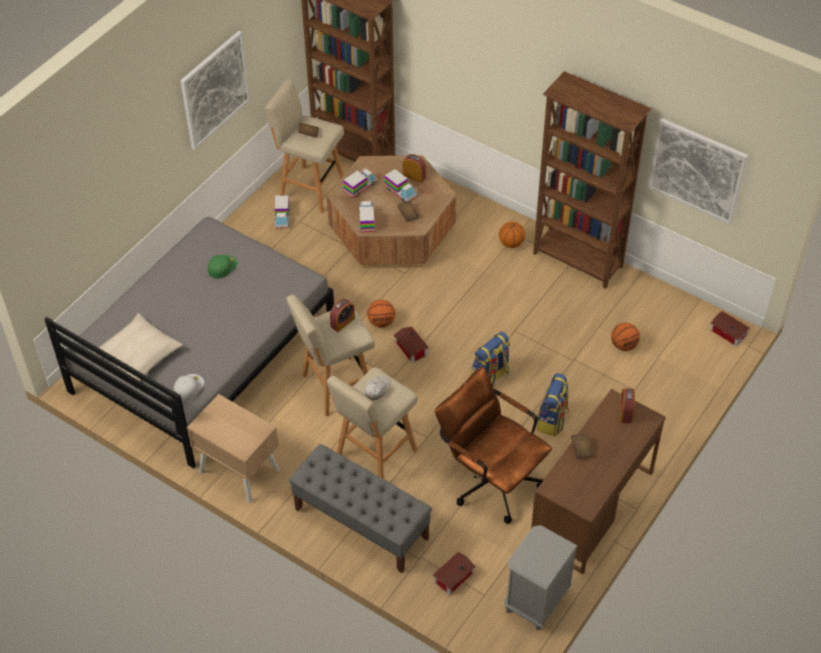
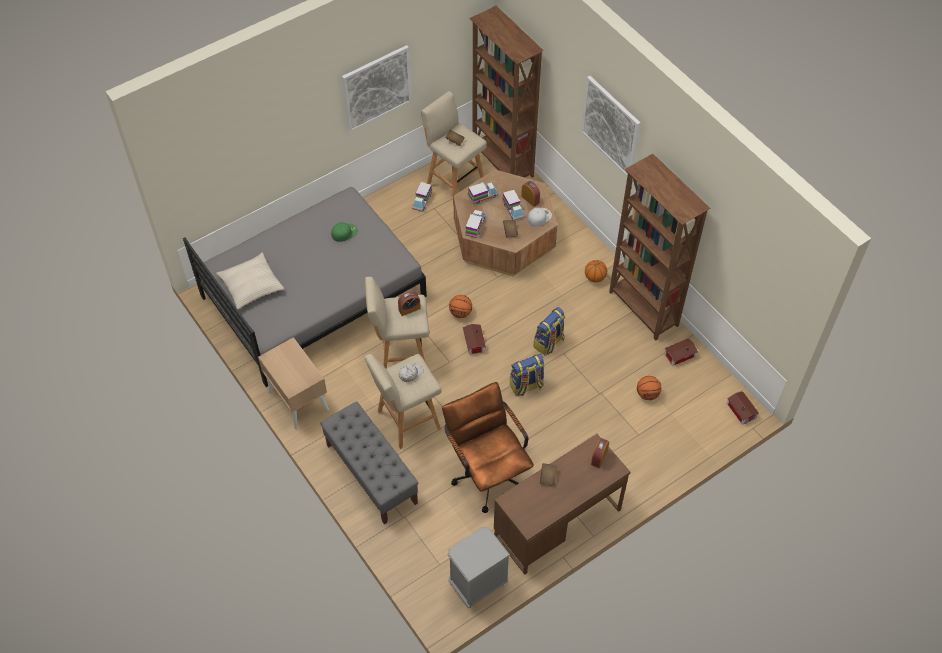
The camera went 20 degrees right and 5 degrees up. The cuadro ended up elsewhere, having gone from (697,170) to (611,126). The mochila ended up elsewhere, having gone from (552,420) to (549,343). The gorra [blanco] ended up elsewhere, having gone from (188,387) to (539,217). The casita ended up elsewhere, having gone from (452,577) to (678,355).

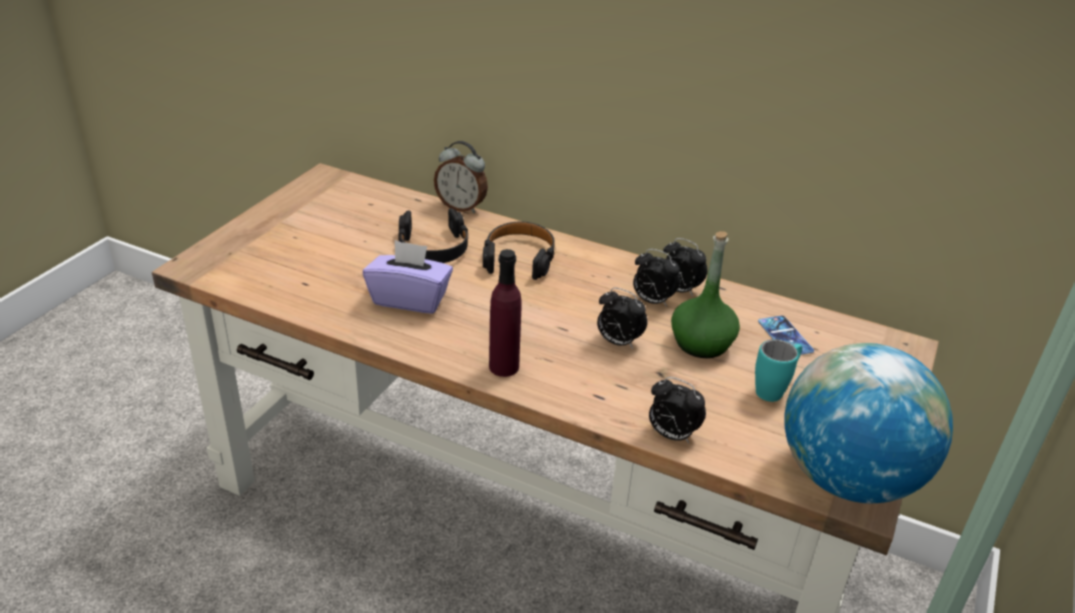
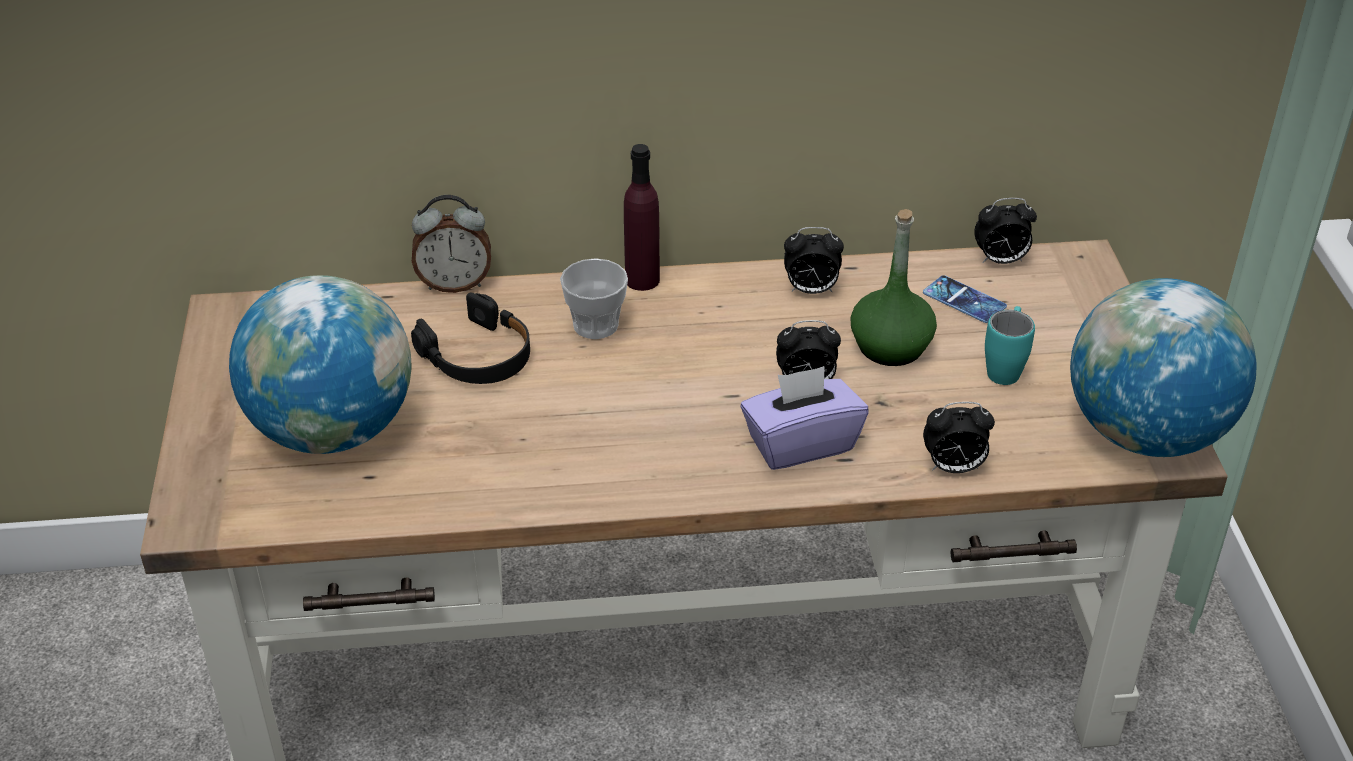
The camera went 30 degrees left and 5 degrees up. Where the auriculares [negro] stood at (519,257), the taza came to stand at (595,325). The caja de pañuelos [morado] ended up elsewhere, having gone from (410,299) to (800,443). The botella [morado] ended up elsewhere, having gone from (504,367) to (642,280). The despertador ended up elsewhere, having gone from (652,301) to (1000,260). The second view gained the globo terráqueo at (333,430).

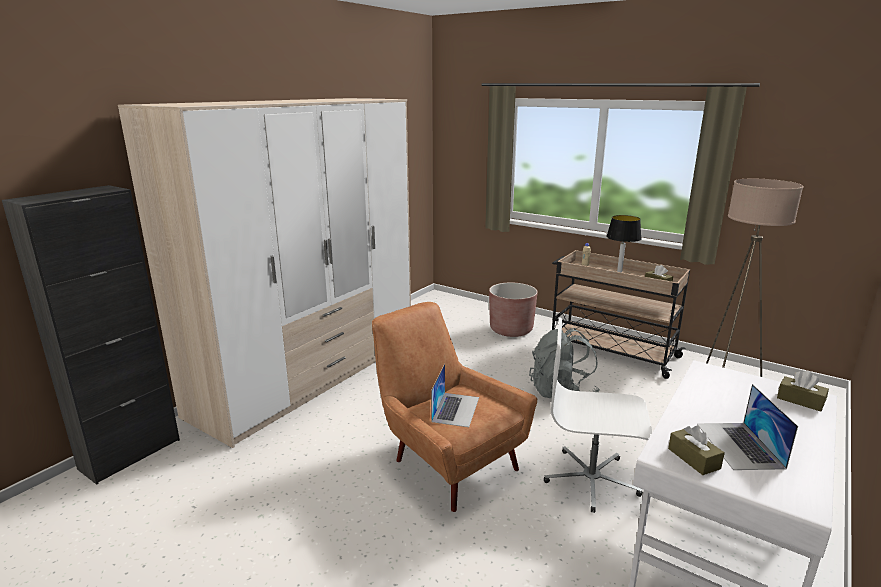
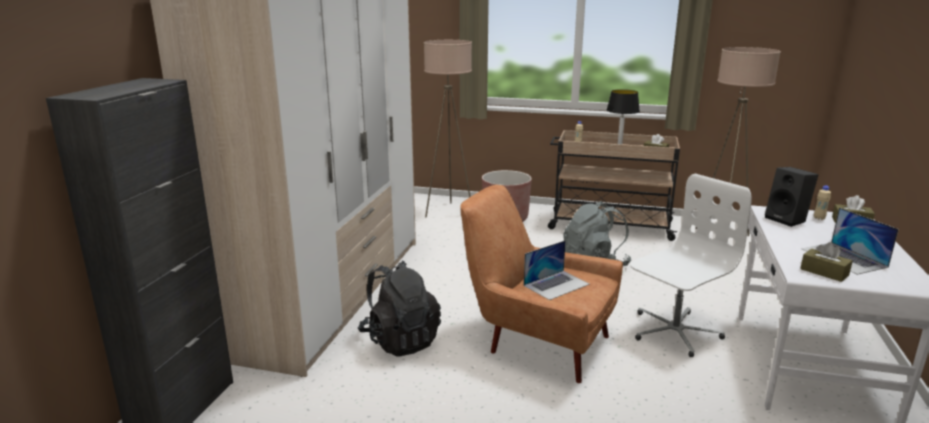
The camera went 20 degrees left and 0 degrees up. The silla de oficina [blanco] at (591,480) ended up facing another way, 150 degrees clockwise from before. The portátil at (455,409) ended up facing another way, 60 degrees clockwise from before. The second view gained the lámpara de pie [beis] at (449,212). The second view gained the altavoz [negro] at (787,219). The second view gained the botella [beis] at (819,218). The second view gained the mochila [negro] at (400,340).

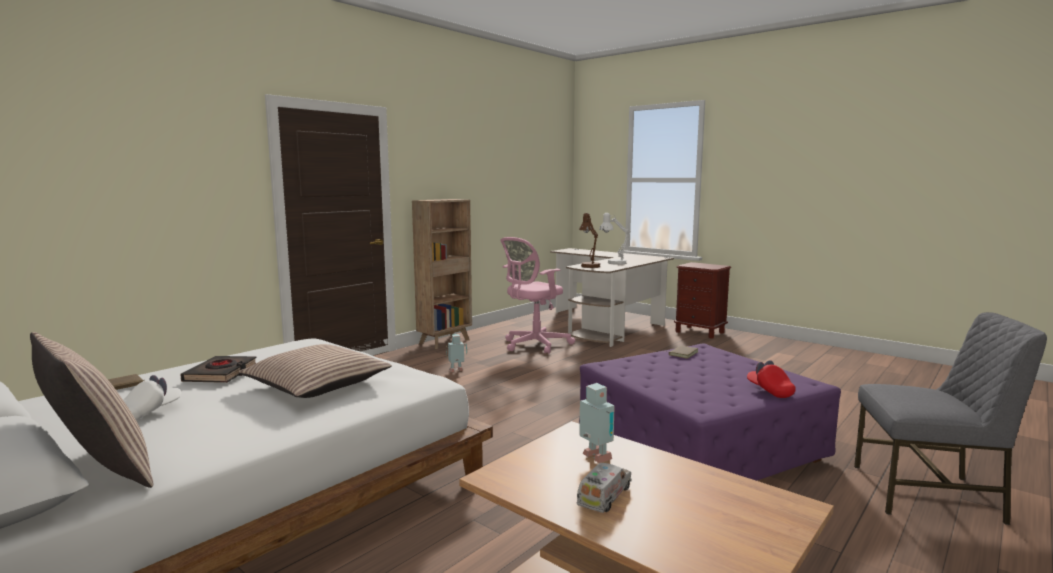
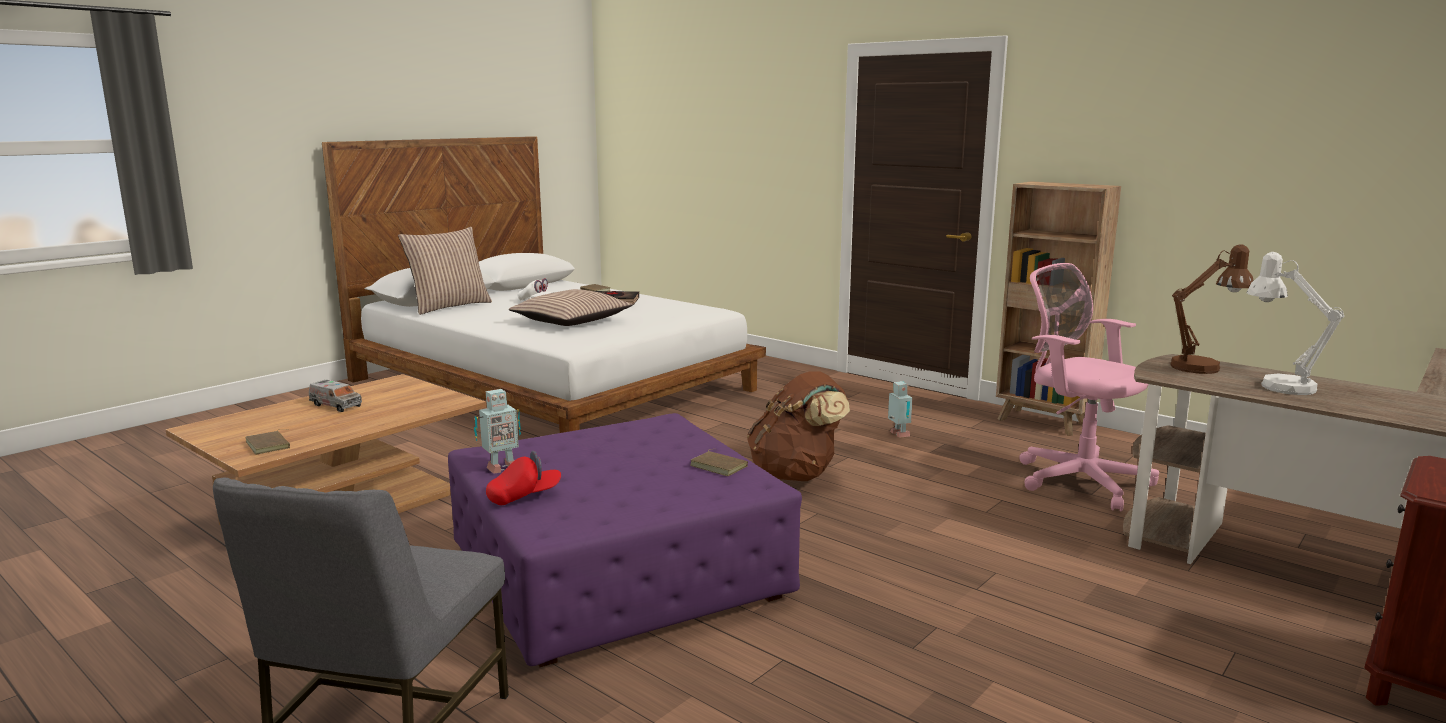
The camera went 90 degrees right and 5 degrees up. The robot de juguete ended up elsewhere, having gone from (596,458) to (500,468). The second view gained the mochila [marrón] at (797,474). The second view gained the libro [marrón] at (270,445).

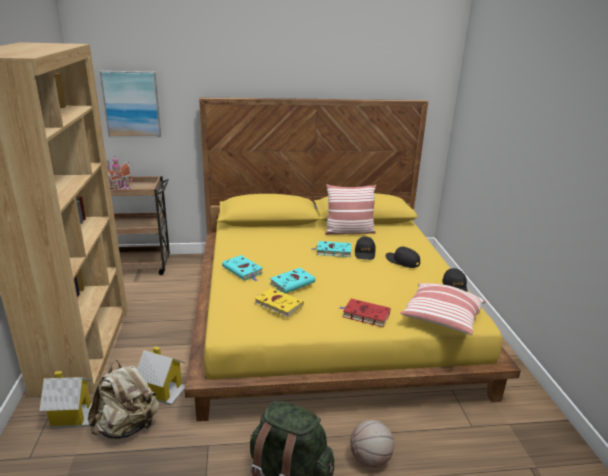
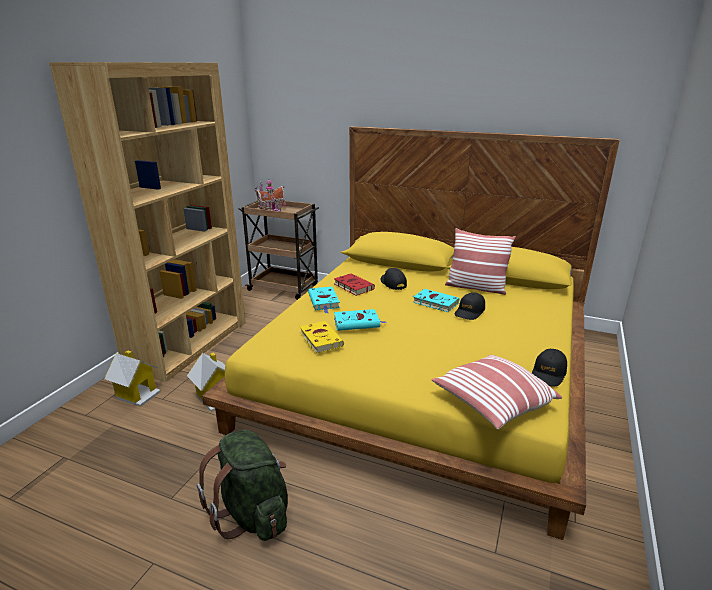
The camera went 30 degrees right and 0 degrees up. The second view lost the cuadro at (132,104). The gorra [negro] ended up elsewhere, having gone from (402,261) to (393,283). The libro [rojo] ended up elsewhere, having gone from (364,315) to (352,286). The second view lost the mochila [beis] at (127,426). The second view lost the balón de baloncesto at (370,459).

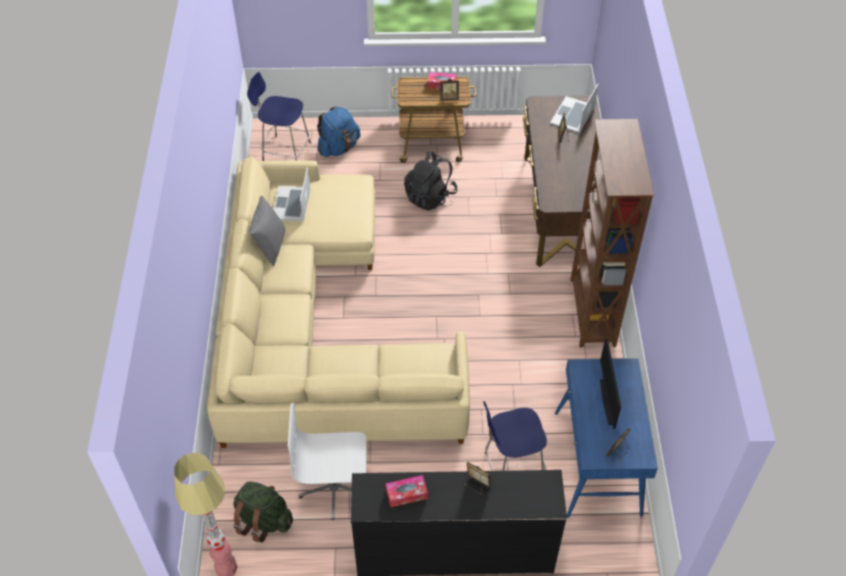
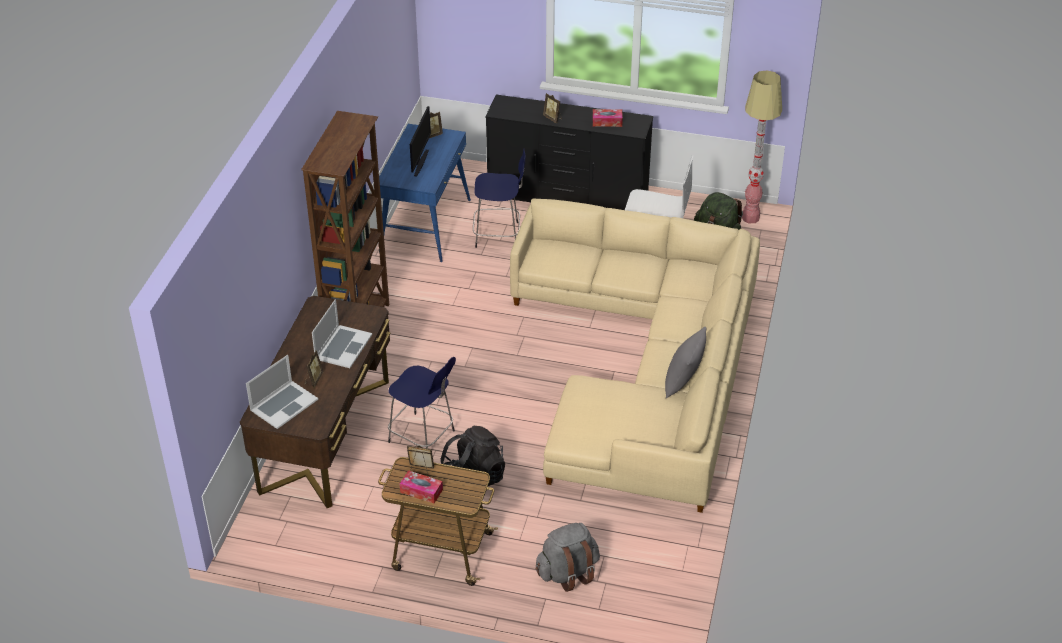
The camera went 165 degrees left and 10 degrees down. The taburete [azul] ended up elsewhere, having gone from (284,151) to (423,437). What was the mochila [azul] at (339,147) turned into the mochila [gris] at (568,572). The portátil ended up elsewhere, having gone from (291,204) to (343,346).

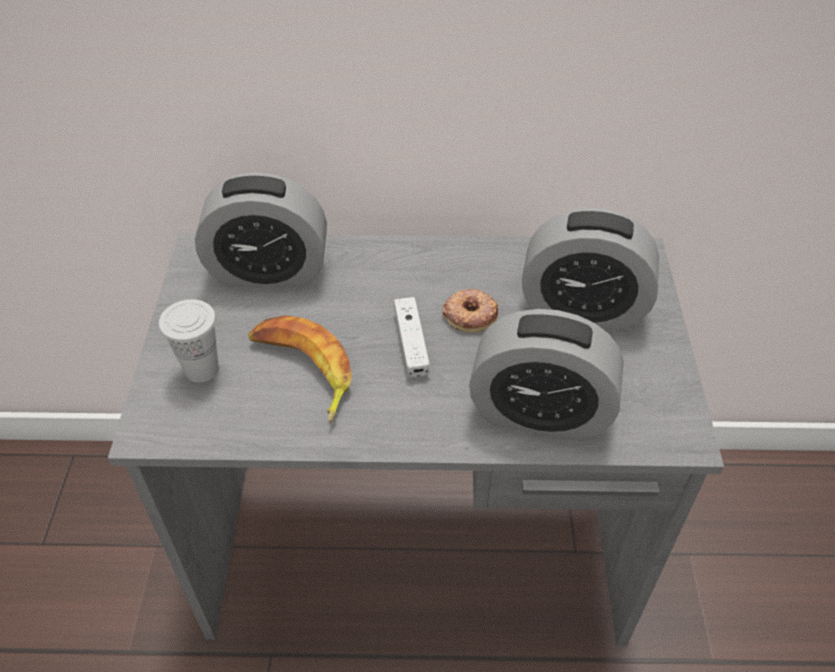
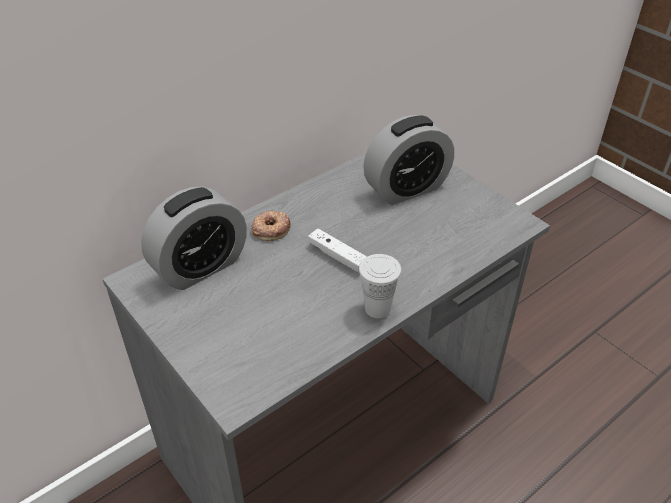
The camera went 40 degrees left and 5 degrees down. The rosquilla ended up elsewhere, having gone from (470,314) to (270,229). The taza [blanco] ended up elsewhere, having gone from (201,369) to (377,308). The second view lost the despertador at (540,413). The second view lost the plátano at (302,370).

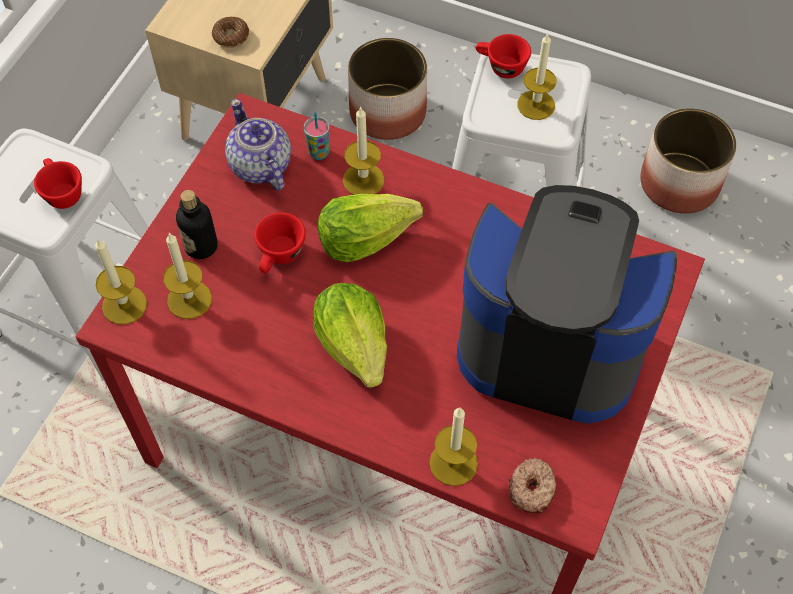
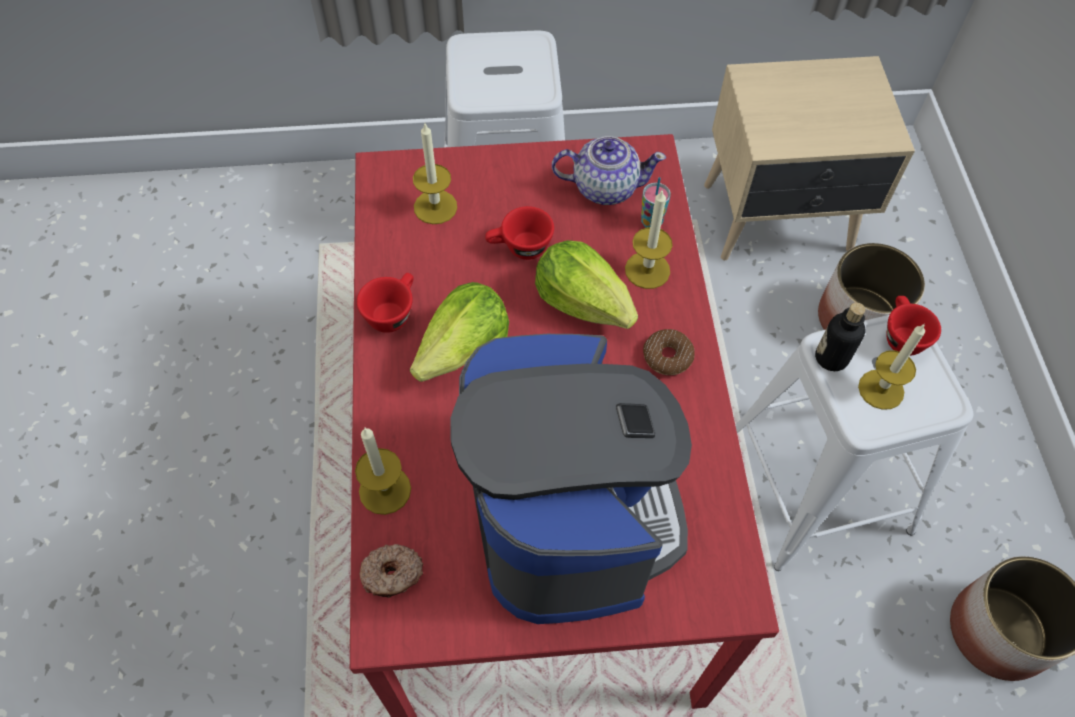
The camera went 60 degrees right and 0 degrees up. The rosquilla ended up elsewhere, having gone from (231,36) to (667,356). The tetera at (260,166) ended up facing another way, 60 degrees clockwise from before. The taza [rojo] ended up elsewhere, having gone from (61,192) to (392,312). The botella ended up elsewhere, having gone from (201,246) to (831,357). The second view lost the vela at (124,305).

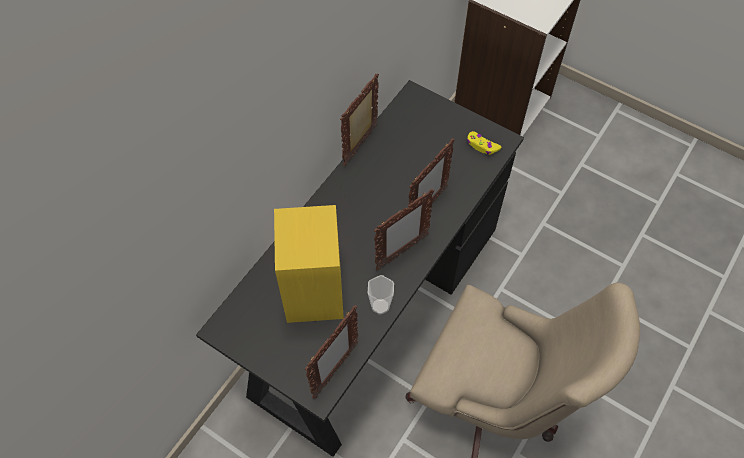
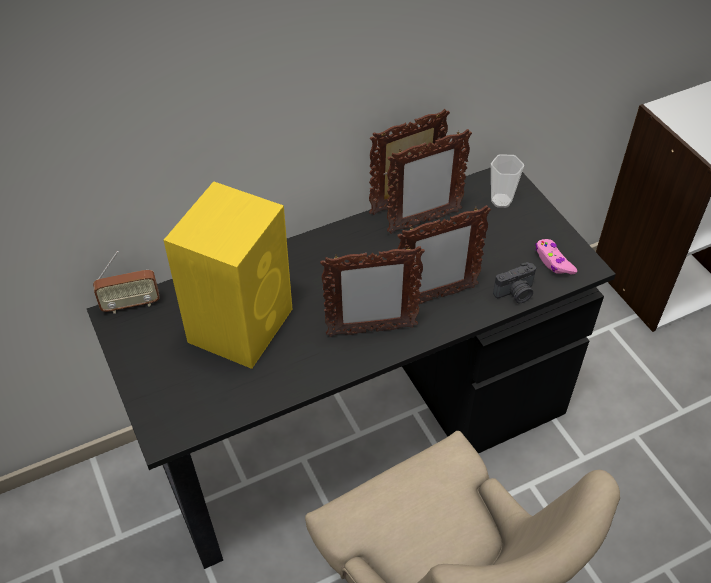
The camera went 30 degrees right and 10 degrees down. What was the mando de consola [amarillo] at (482,146) turned into the mando de consola [rosa] at (553,261). The taza ended up elsewhere, having gone from (380,306) to (501,201). The portarretratos ended up elsewhere, having gone from (335,371) to (423,222). The second view gained the radio at (131,304). The second view gained the cámara at (516,293).

